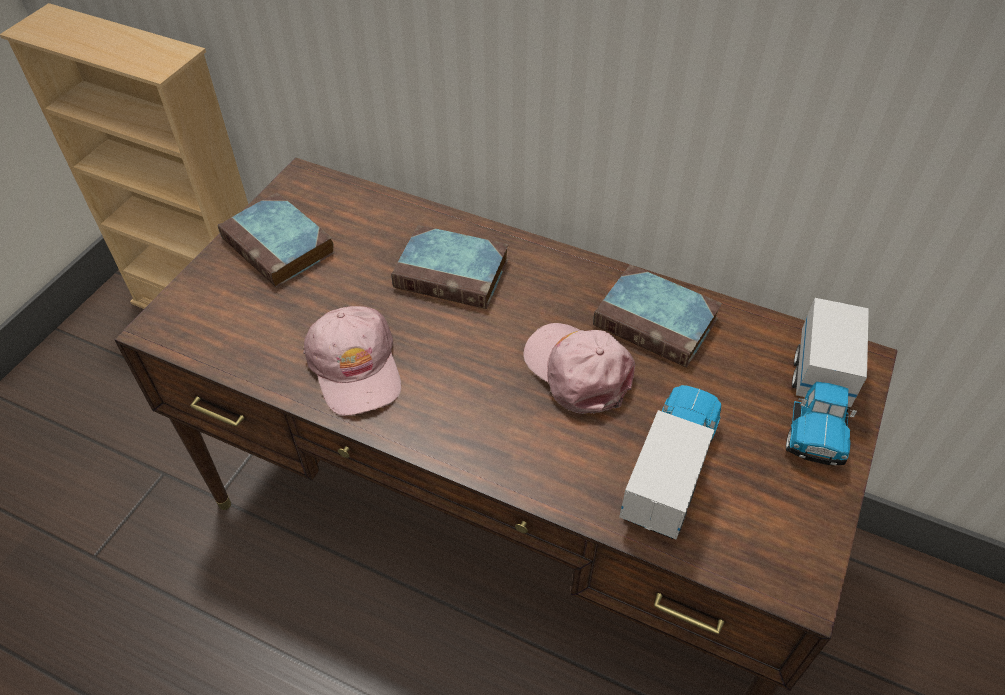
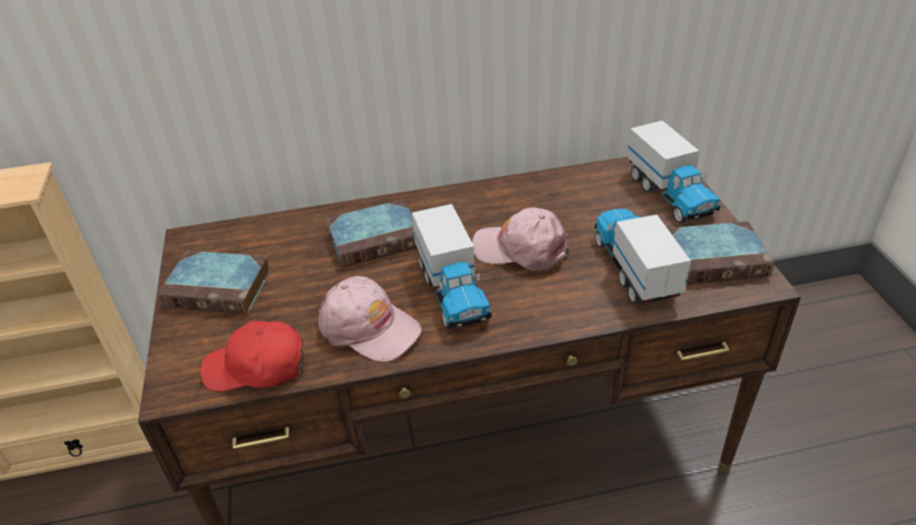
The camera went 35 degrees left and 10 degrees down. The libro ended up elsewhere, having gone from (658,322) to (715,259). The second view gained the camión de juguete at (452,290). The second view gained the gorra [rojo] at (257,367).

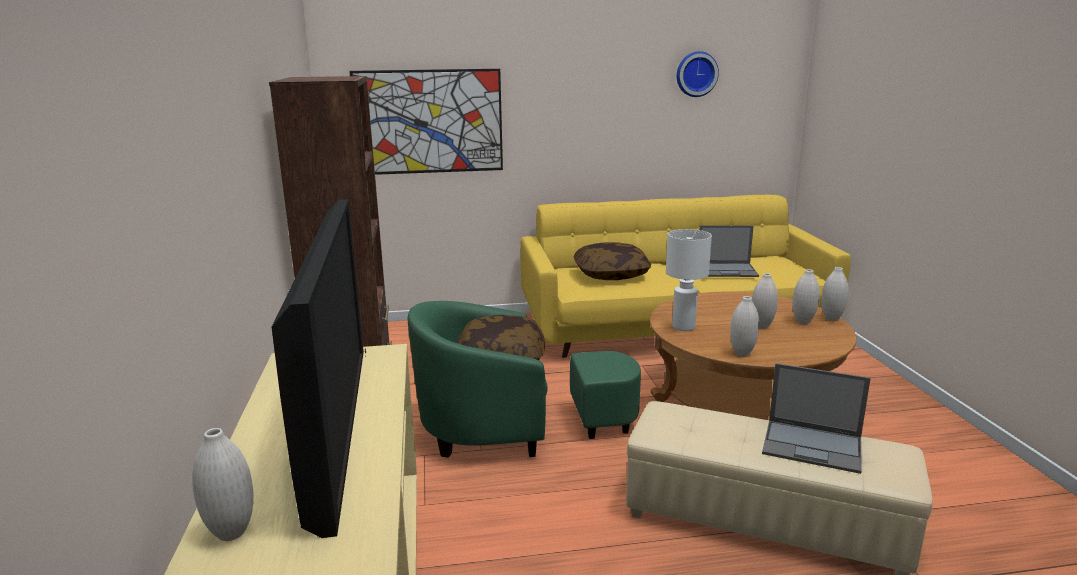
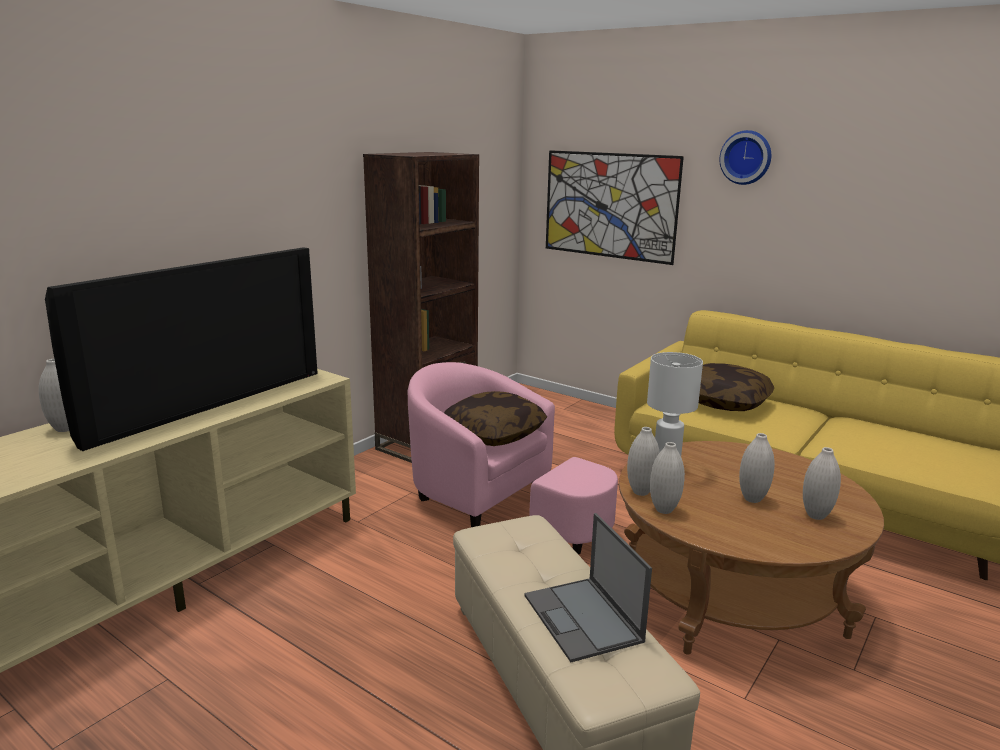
The camera went 45 degrees right and 0 degrees up. The reloj de pared ended up elsewhere, having gone from (696,74) to (746,157). The second view lost the portátil at (727,270). The florero [blanco] ended up elsewhere, having gone from (831,318) to (641,492). What was the sillón [verde] at (513,428) turned into the sillón [rosa] at (497,505).

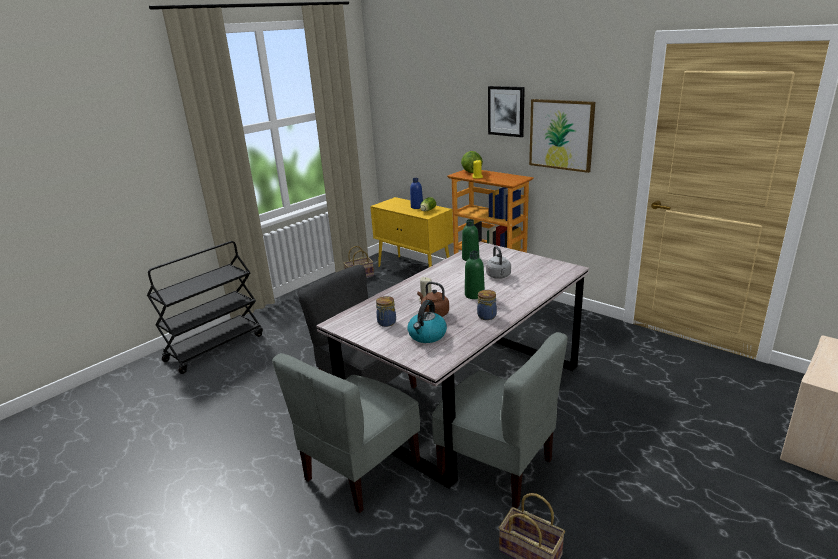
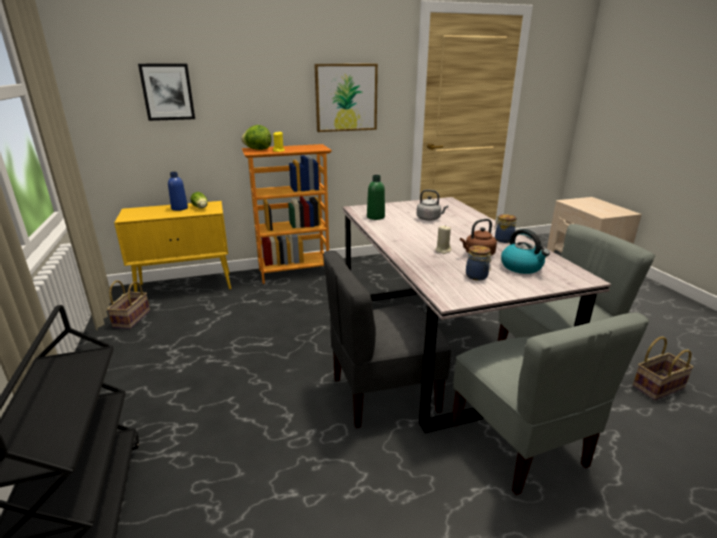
The camera went 60 degrees left and 0 degrees up. The cuadro ended up elsewhere, having gone from (506,111) to (167,92). The second view lost the botella [verde] at (474,295).

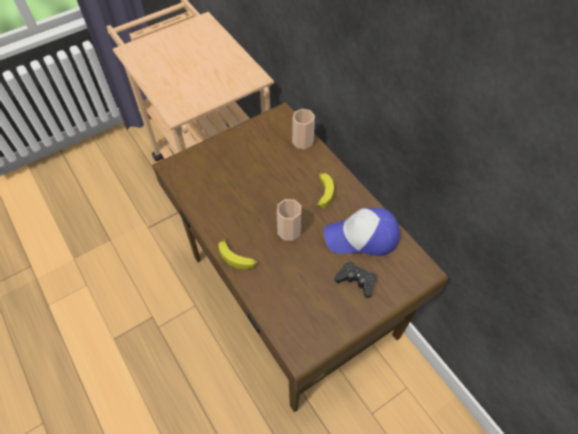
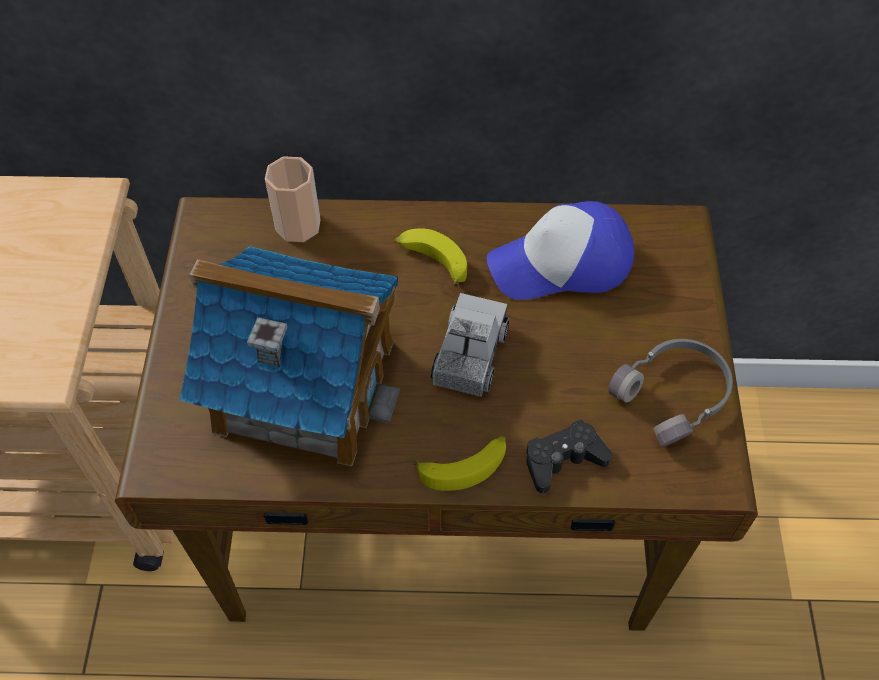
The camera went 55 degrees left and 0 degrees up. Where the taza stood at (289,231), the camión de juguete came to stand at (470,356). The gorra at (362,237) ended up facing another way, 45 degrees clockwise from before. The mando de consola [negro] ended up elsewhere, having gone from (356,281) to (563,459). The second view gained the casita at (304,385). The second view gained the auriculares [gris] at (674,396).

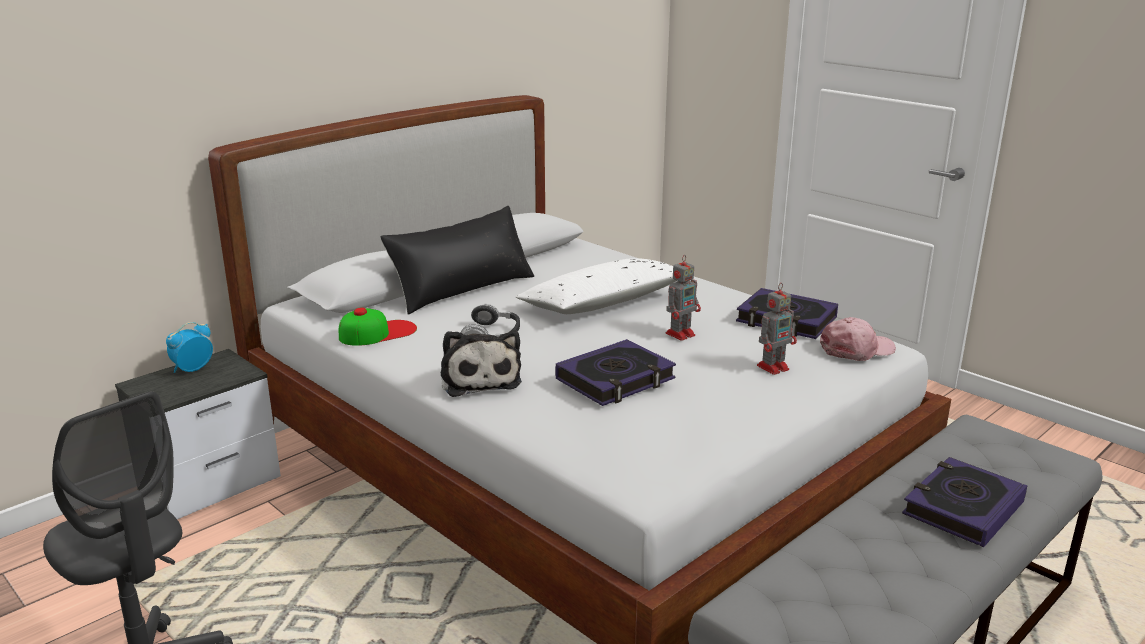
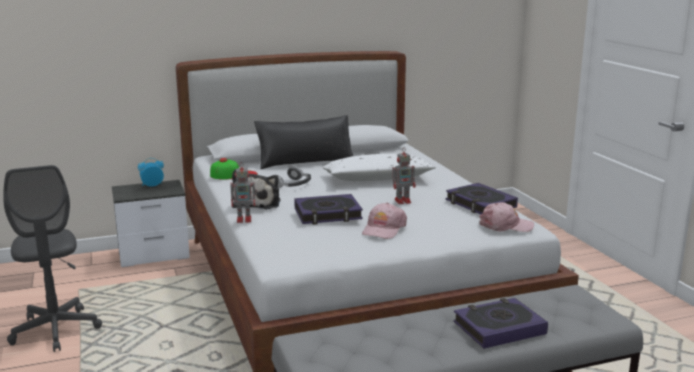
The camera went 25 degrees right and 5 degrees down. The robot de juguete ended up elsewhere, having gone from (774,367) to (245,219). The second view gained the gorra [rosa] at (383,229).

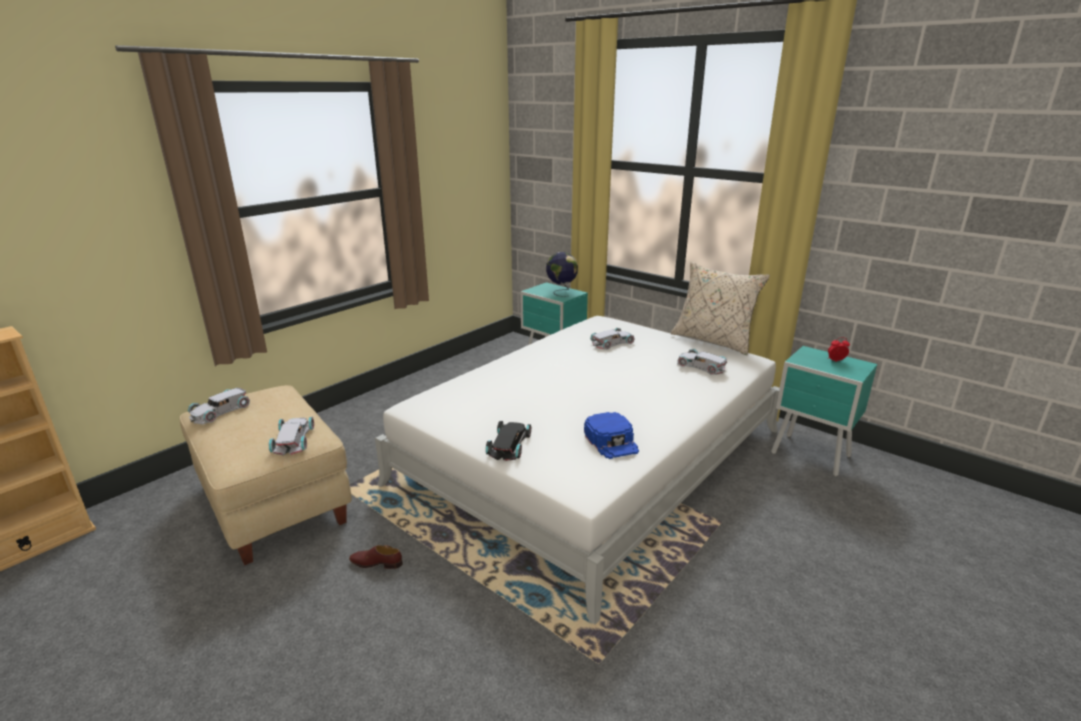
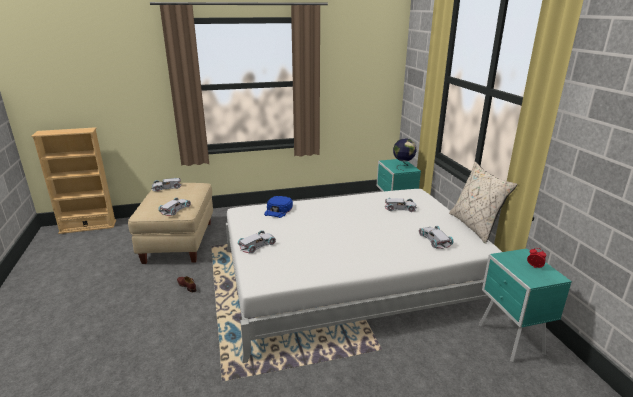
The camera went 35 degrees right and 0 degrees up. The gorra [azul] ended up elsewhere, having gone from (611,441) to (278,210). What was the coche de juguete [negro] at (510,444) turned into the coche de juguete [blanco] at (257,245).

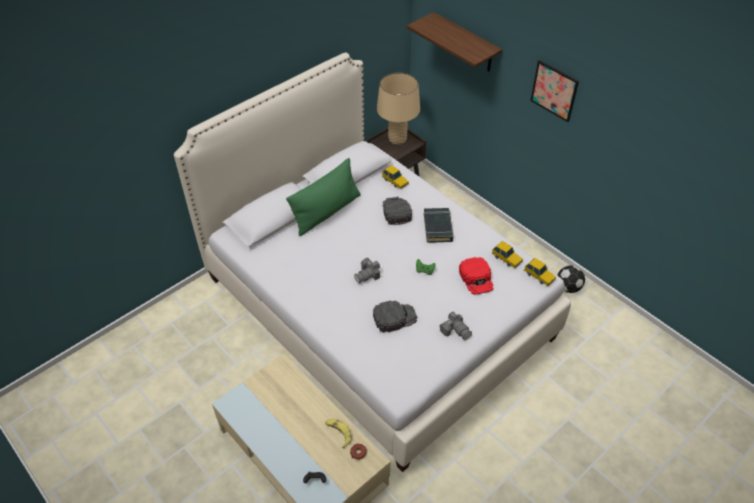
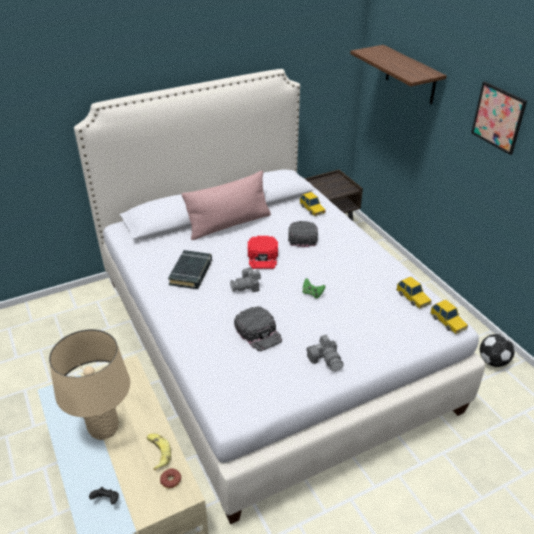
The camera went 15 degrees right and 10 degrees down. The lámpara de mesa [beis] ended up elsewhere, having gone from (397,139) to (103,428). What was the cojín [verde] at (326,212) turned into the cojín [rosa] at (229,224). The libro [negro] ended up elsewhere, having gone from (438,227) to (191,272). The gorra [rojo] ended up elsewhere, having gone from (476,278) to (263,256). The gorra [negro] at (394,317) ended up facing another way, 60 degrees clockwise from before.

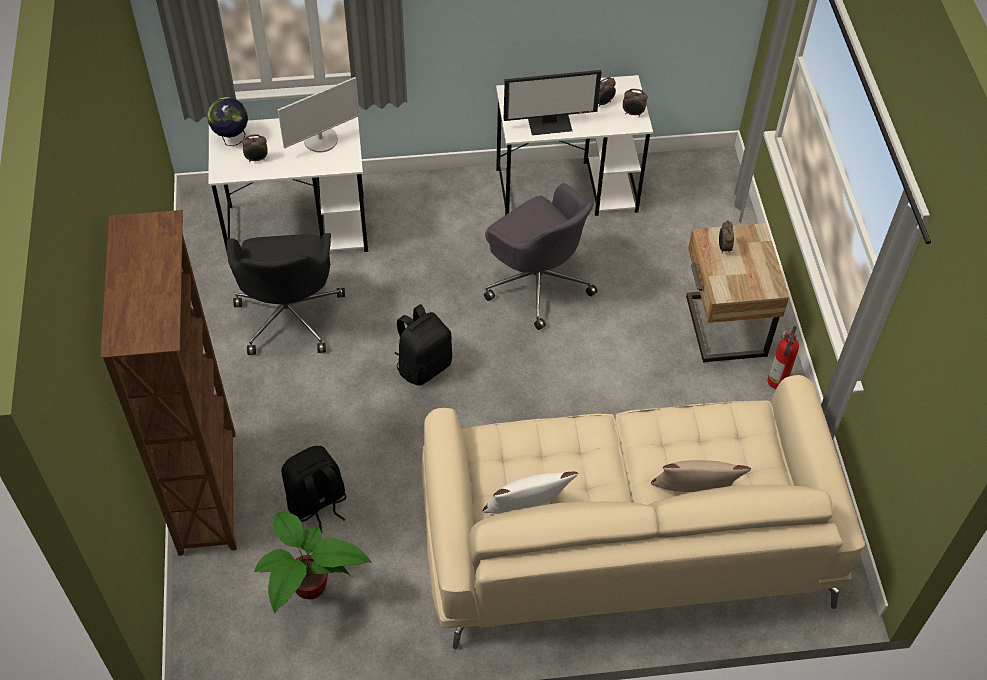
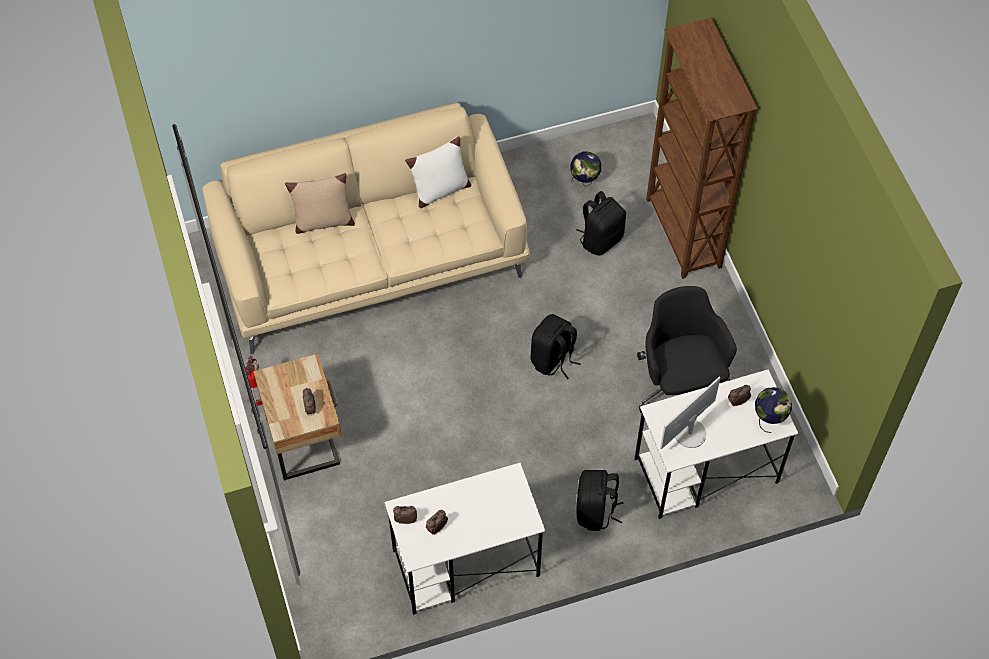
The camera went 170 degrees right and 5 degrees up. The second view lost the monitor at (550,123). The second view lost the silla de oficina [gris] at (537,281). Where the planta en maceta stood at (309,593), the globo terráqueo came to stand at (584,181). The second view gained the mochila [negro] at (595,511).

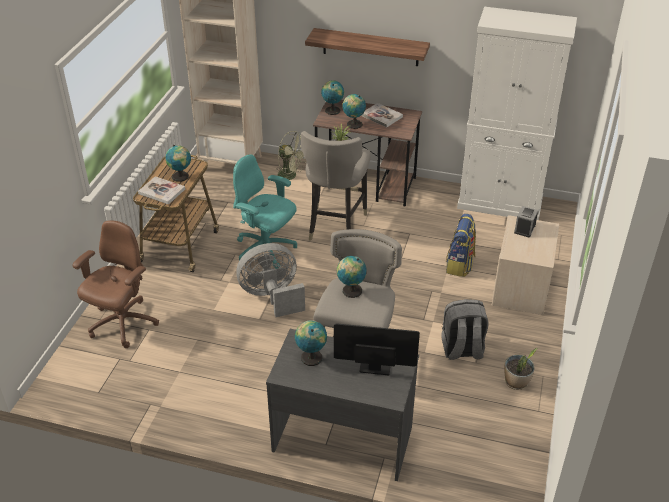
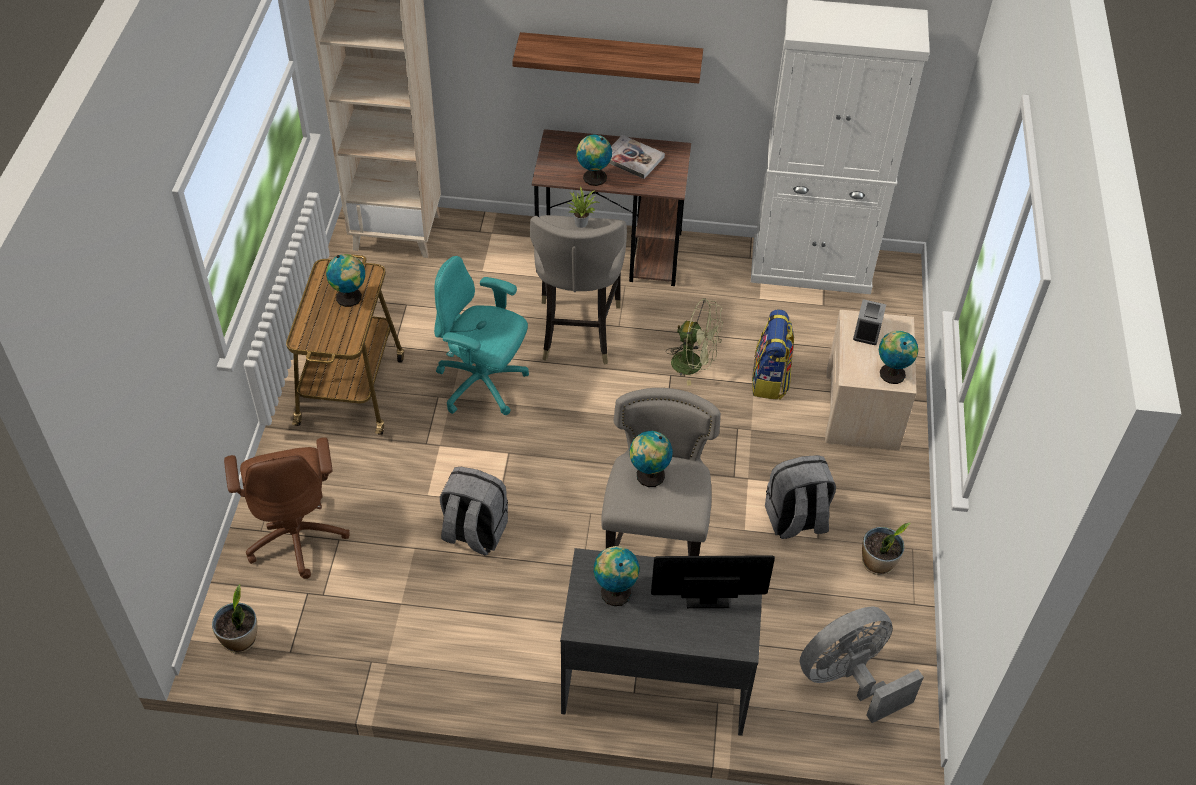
The camera went 10 degrees left and 10 degrees up. The globo terráqueo ended up elsewhere, having gone from (332,110) to (891,372). The ventilador [verde] ended up elsewhere, having gone from (291,176) to (694,364). The second view lost the libro at (162,191). The silla de oficina [marrón] at (122,324) ended up facing another way, 150 degrees clockwise from before. The ventilador [gris] ended up elsewhere, having gone from (272,297) to (849,679). The second view gained the mochila [gris] at (474,533). The second view gained the planta en maceta at (240,639).

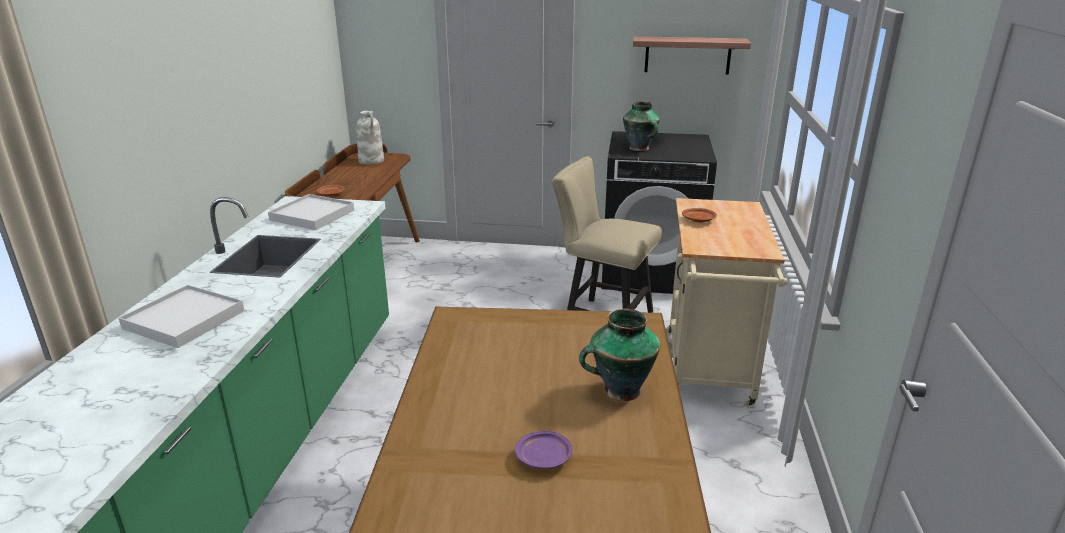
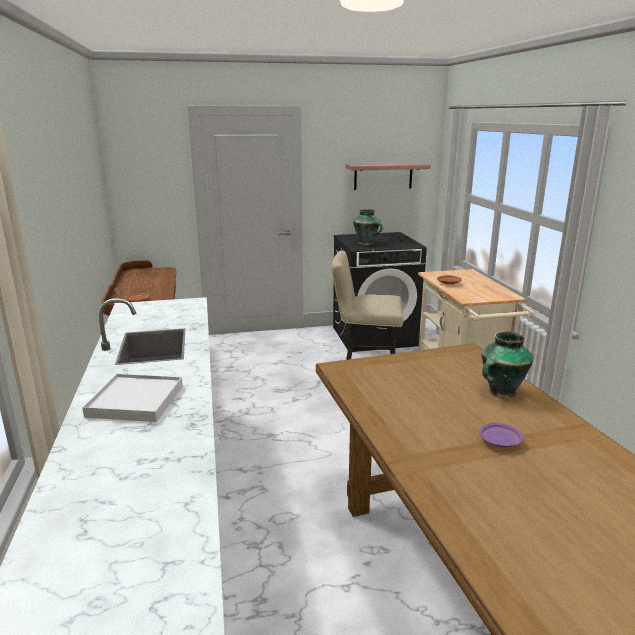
The camera went 20 degrees left and 5 degrees down. The second view lost the florero [blanco] at (372,161). The second view lost the bandeja [blanco] at (312,215).

